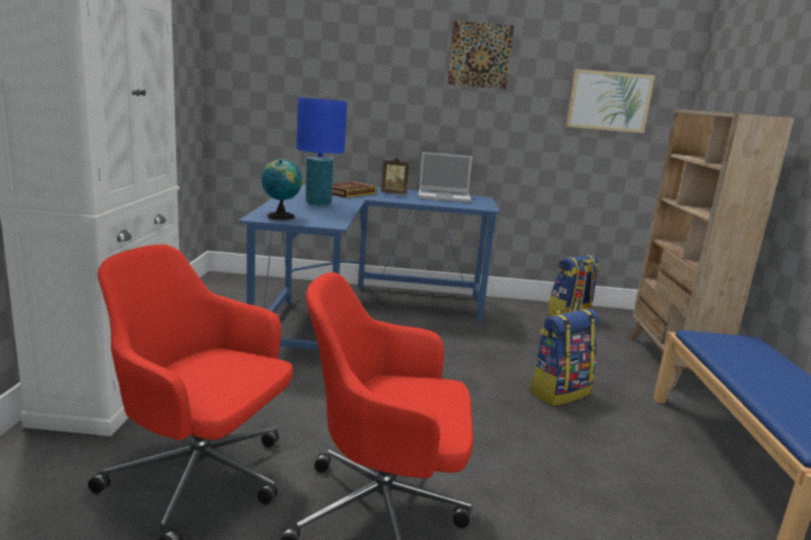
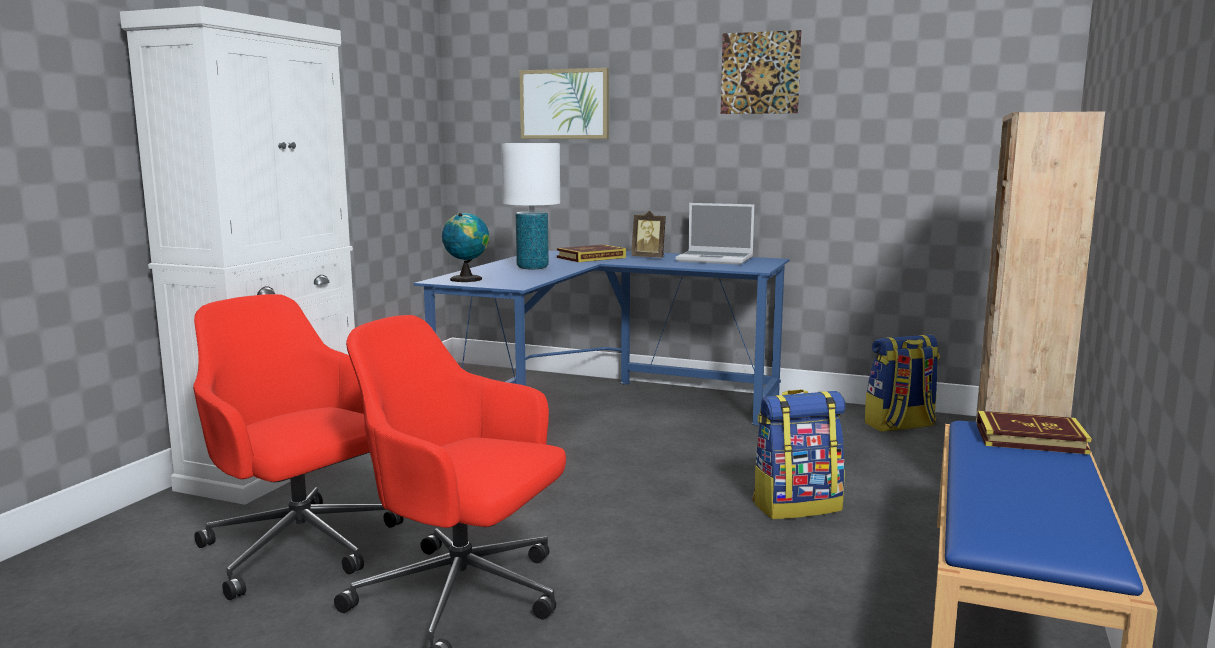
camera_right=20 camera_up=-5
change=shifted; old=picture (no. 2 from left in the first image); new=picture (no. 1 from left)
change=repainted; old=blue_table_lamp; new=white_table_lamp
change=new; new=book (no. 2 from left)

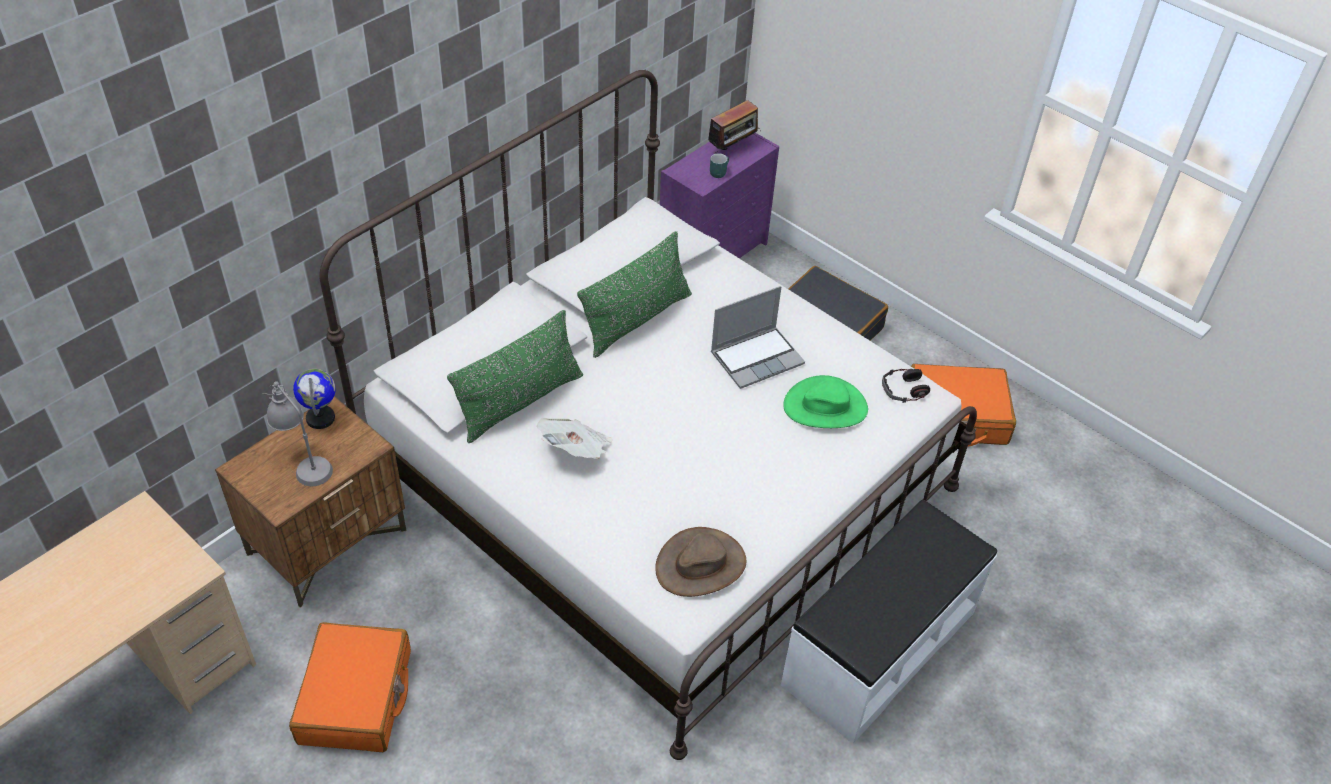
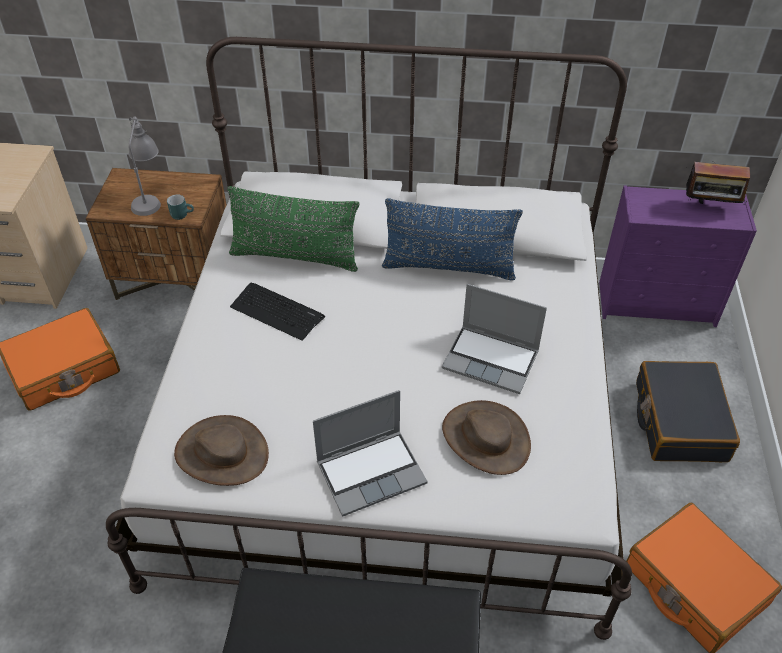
camera_right=55 camera_up=0
change=shifted; old=turquoise_mug
change=repainted; old=green_pillow (no. 2 from left); new=blue_pillow
change=gone; old=globe
change=gone; old=headphones
change=repainted; old=green_hat; new=brown_hat (no. 2 from left)
change=swapped; old=newspaper; new=keyboard
change=new; new=laptop (no. 1 from left)

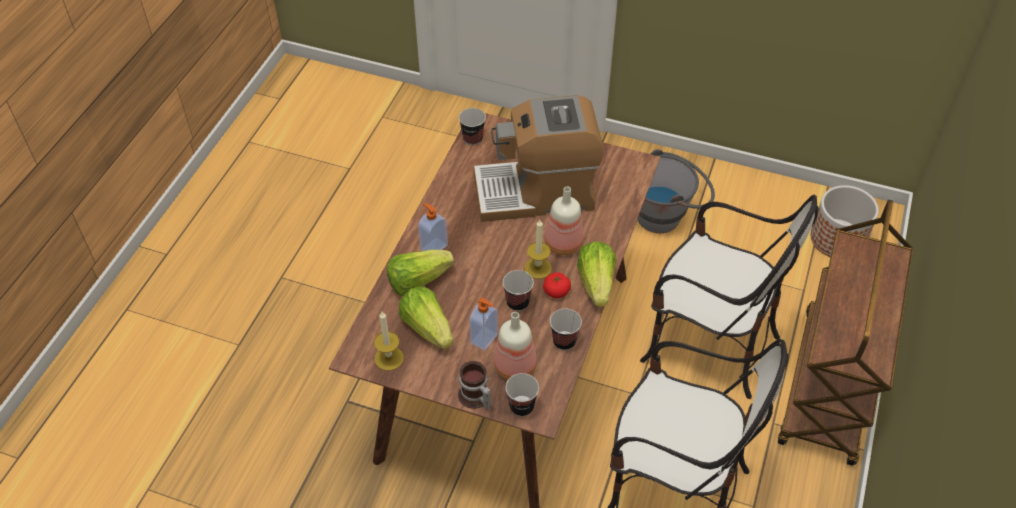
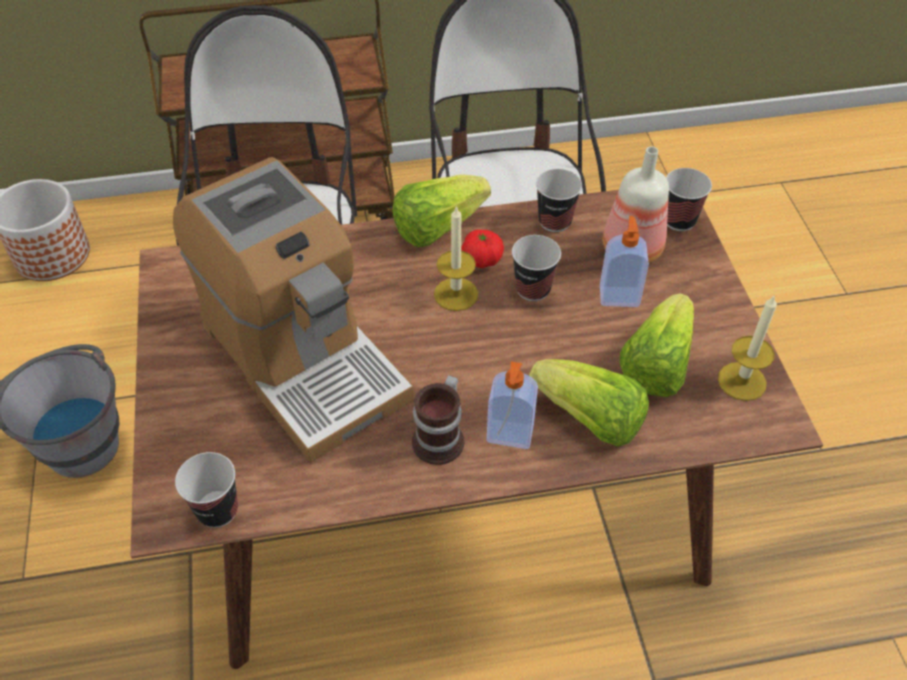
camera_right=-120 camera_up=0
change=gone; old=bottle (no. 2 from left)
change=shifted; old=mug

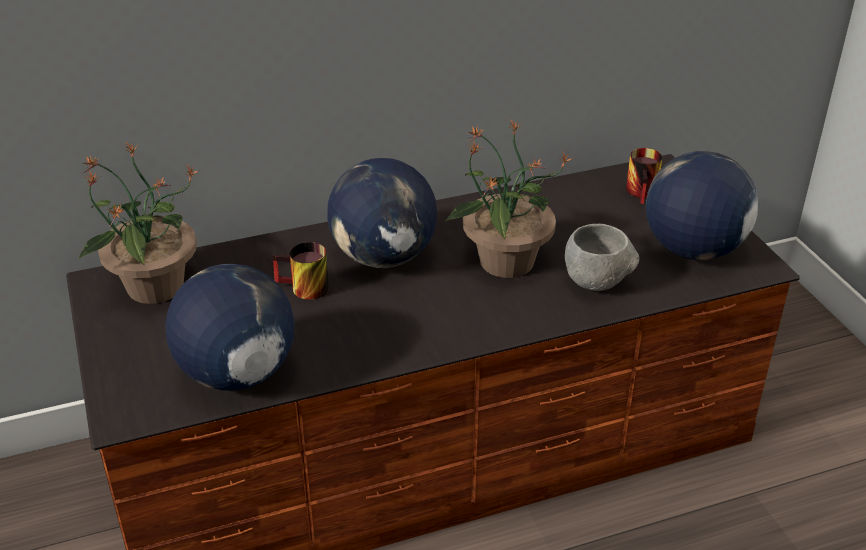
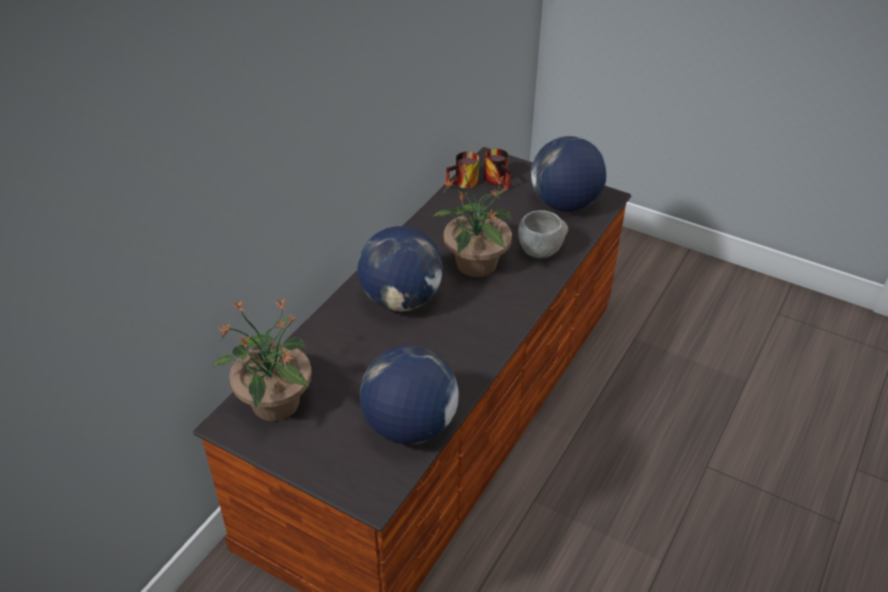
camera_right=-40 camera_up=5
change=shifted; old=mug (no. 1 from left)

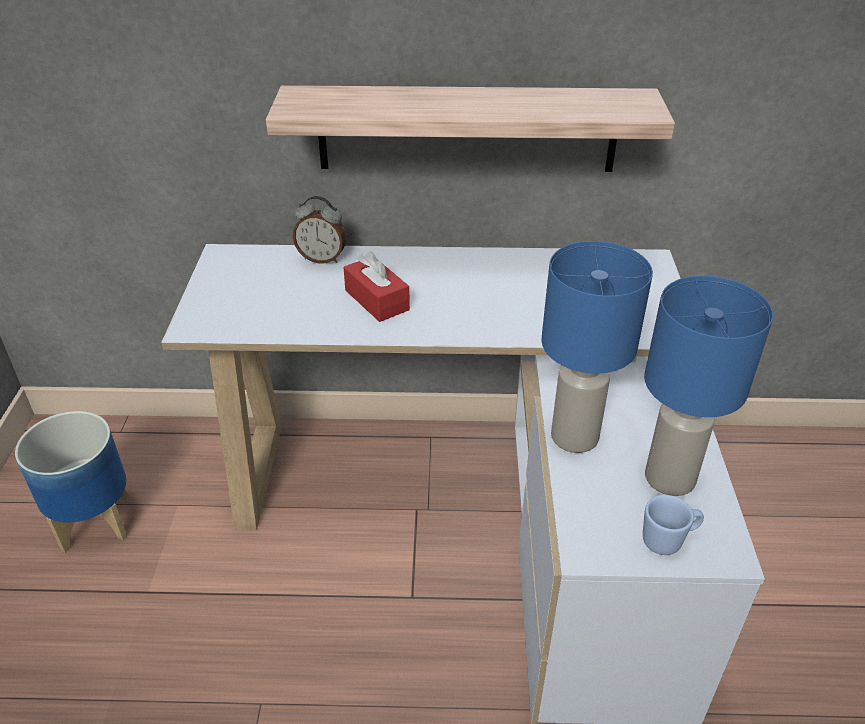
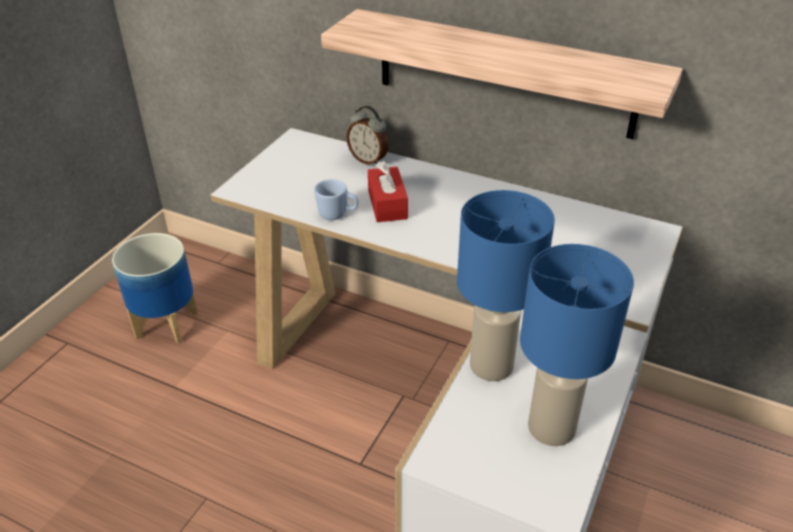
camera_right=25 camera_up=0
change=shifted; old=blue_mug

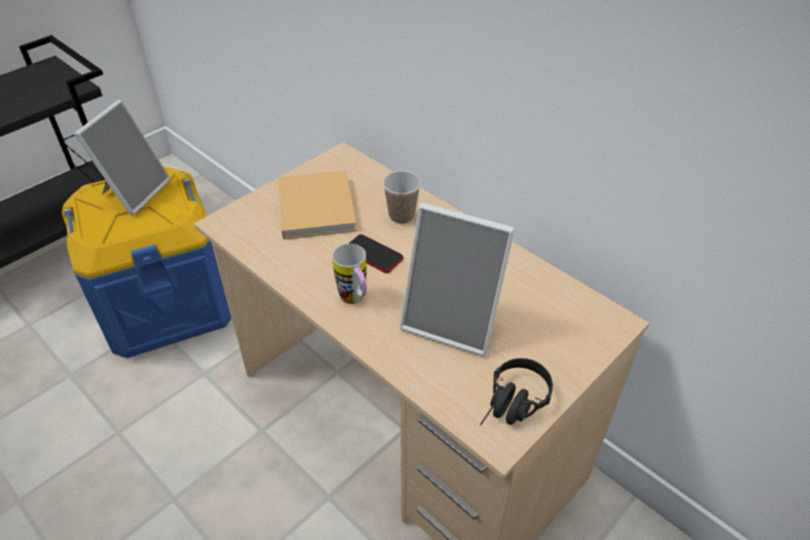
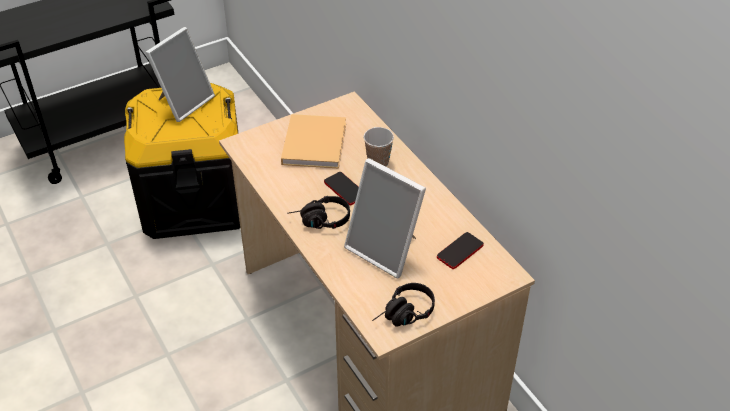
camera_right=15 camera_up=0
change=repainted; old=blue_storage_box; new=black_storage_box
change=swapped; old=mug; new=black_headphones (no. 1 from left)
change=new; new=phone (no. 2 from left)

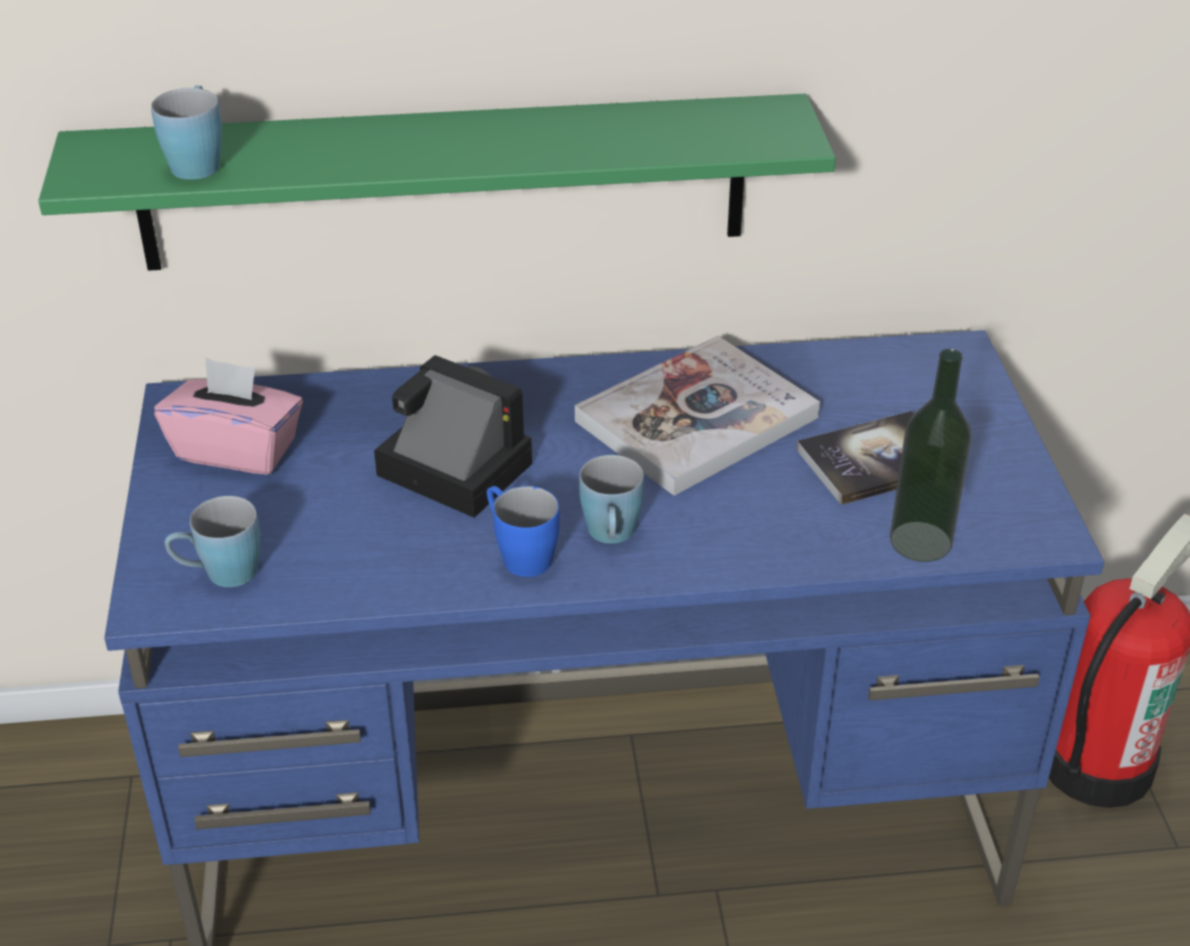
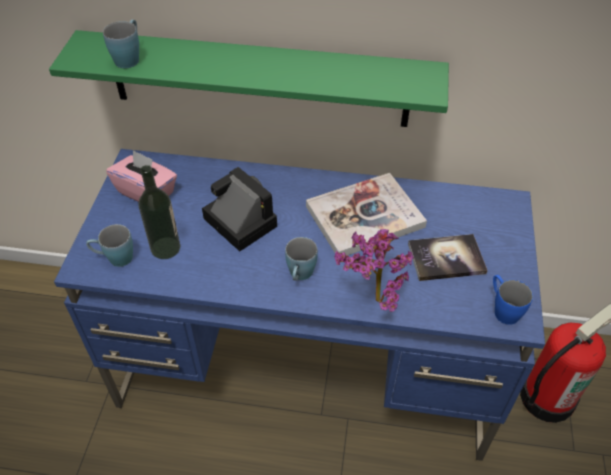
camera_right=15 camera_up=10
change=shifted; old=bottle
change=shifted; old=blue_mug (no. 3 from left in the first image); new=blue_mug (no. 4 from left)
change=new; new=potted_plant

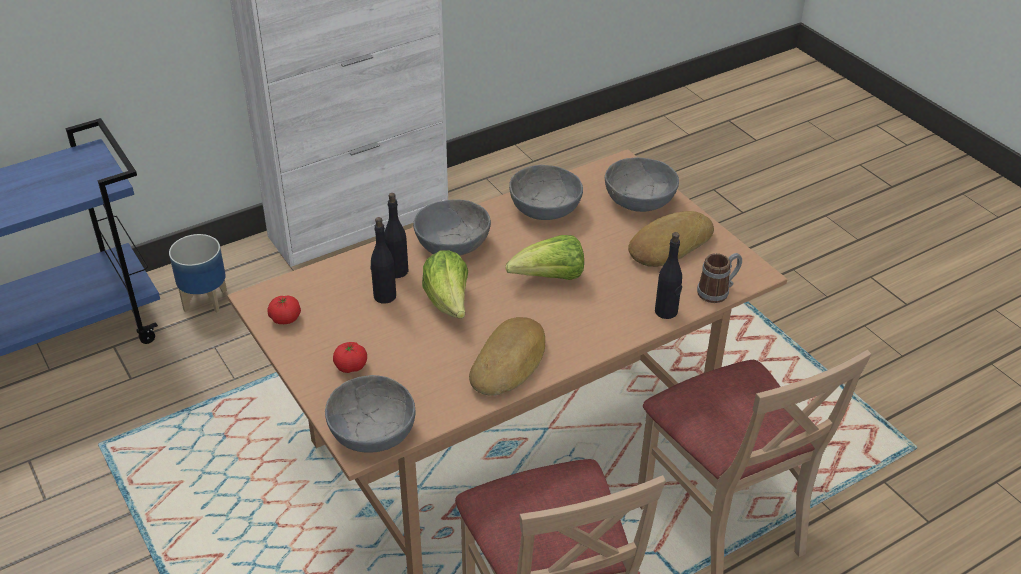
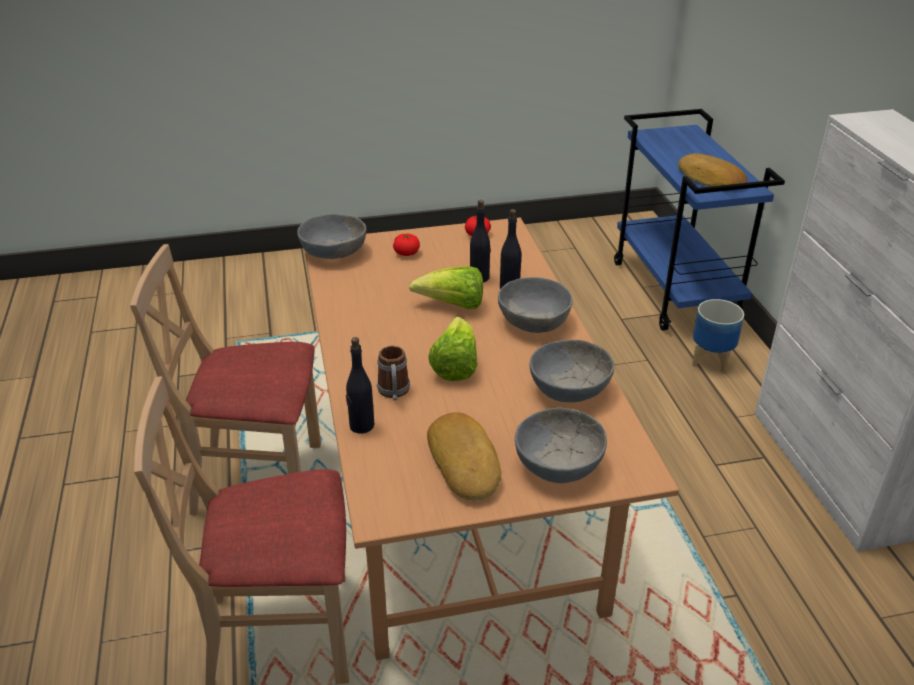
camera_right=110 camera_up=-5
change=shifted; old=mug
change=shifted; old=bread (no. 1 from left in the first image); new=bread (no. 2 from left)

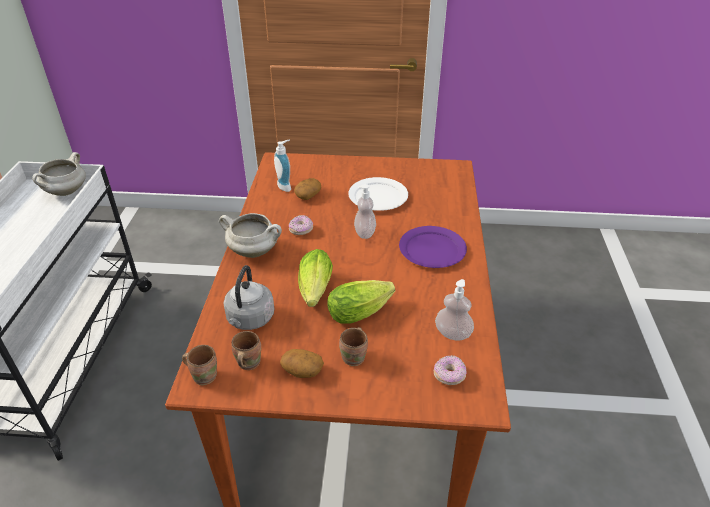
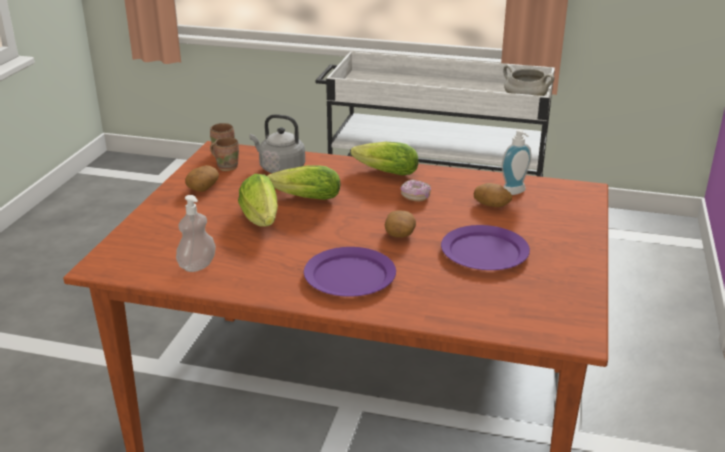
camera_right=100 camera_up=-10
change=repainted; old=white_plate; new=purple_plate (no. 2 from left)
change=swapped; old=soap_dispenser (no. 2 from left); new=potato (no. 2 from left)
change=swapped; old=white_cooking_pot (no. 2 from left); new=lettuce (no. 3 from left)
change=gone; old=brown_mug (no. 3 from left)
change=gone; old=donut (no. 2 from left)

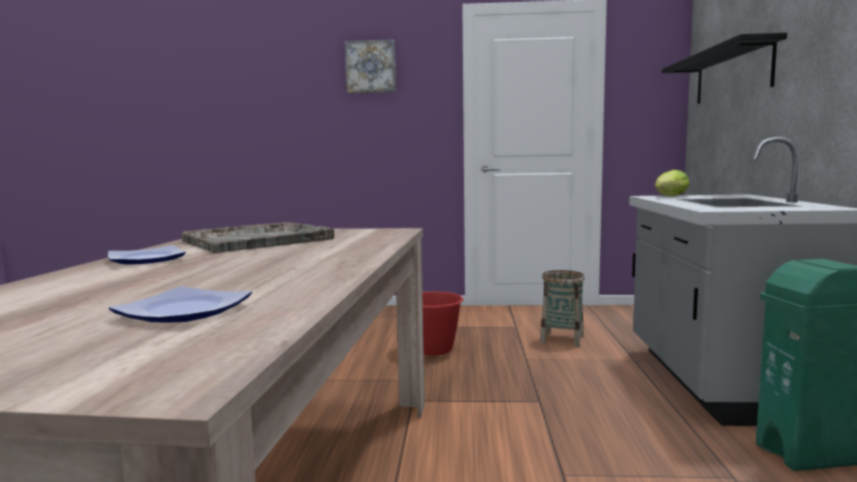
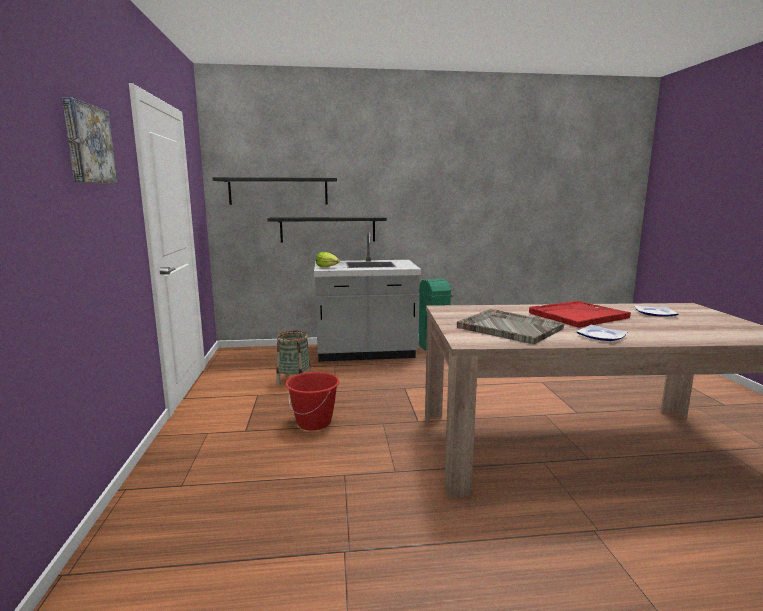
camera_right=-100 camera_up=5
change=new; new=black_shelf (no. 2 from left)
change=new; new=red_tray

